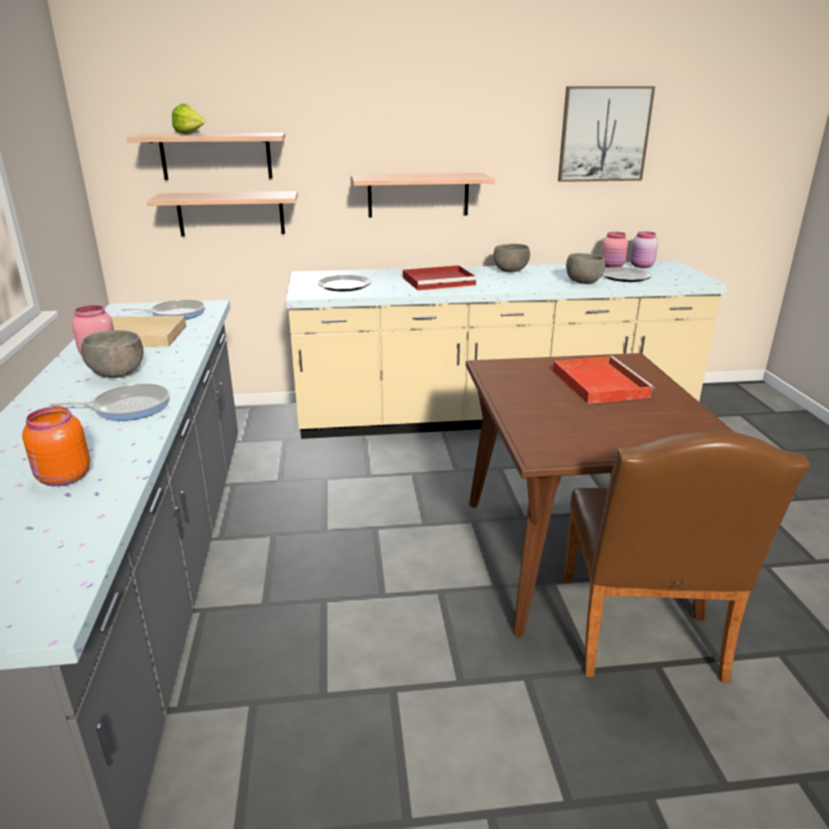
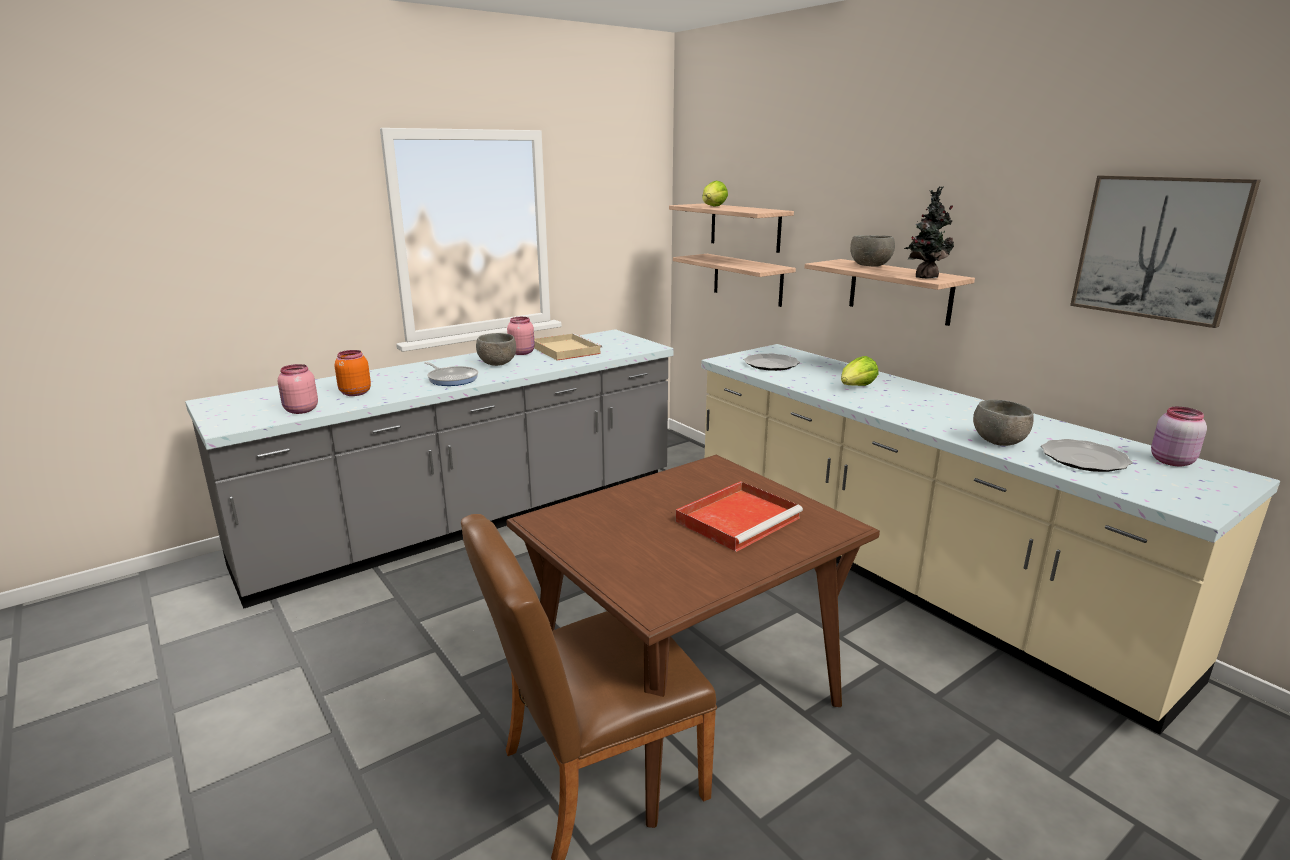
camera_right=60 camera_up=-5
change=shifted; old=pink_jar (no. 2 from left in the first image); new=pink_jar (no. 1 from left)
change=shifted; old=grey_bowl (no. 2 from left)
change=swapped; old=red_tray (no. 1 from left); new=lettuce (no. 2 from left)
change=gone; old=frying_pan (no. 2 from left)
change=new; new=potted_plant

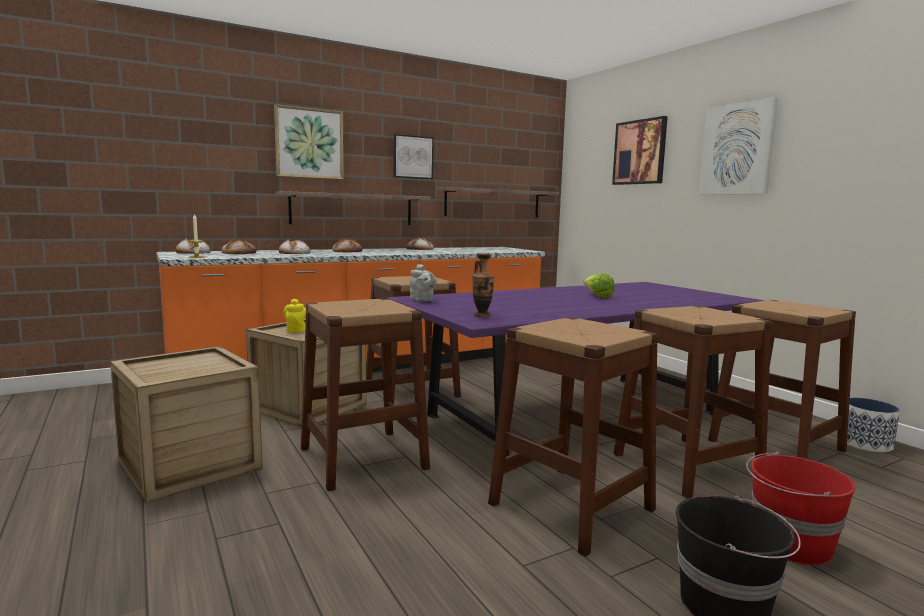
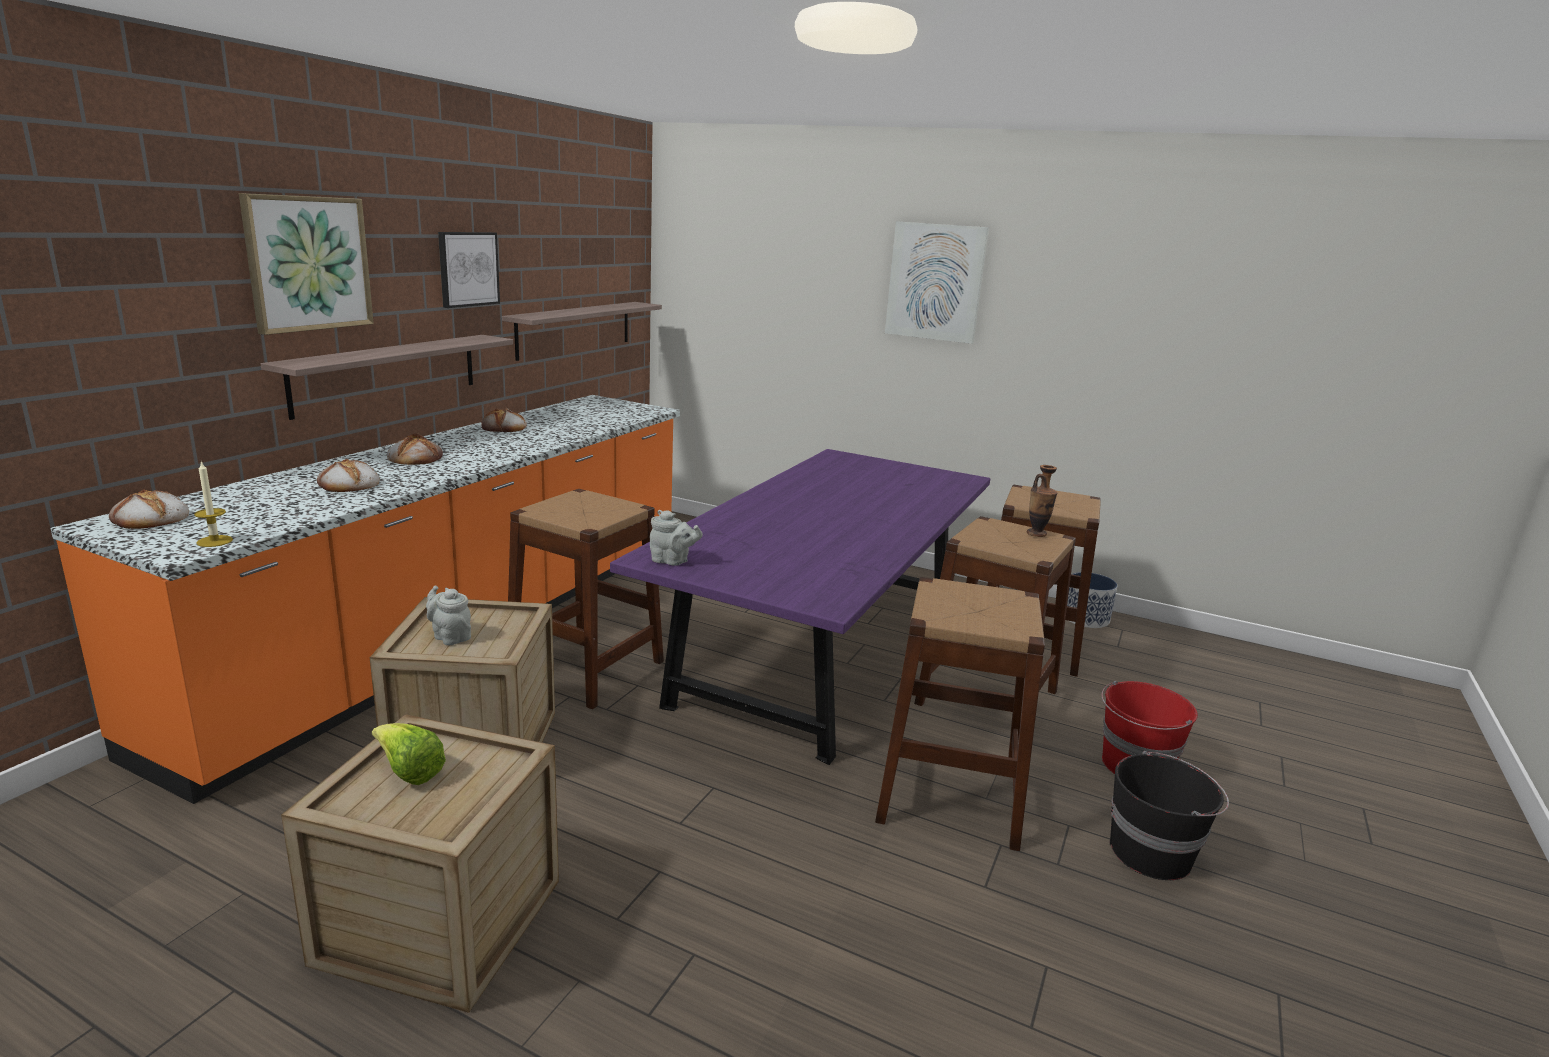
camera_right=-35 camera_up=10
change=gone; old=picture (no. 3 from left)
change=gone; old=bread (no. 2 from left)
change=shifted; old=vase
change=shifted; old=lettuce
change=repainted; old=yellow_teapot; new=grey_teapot (no. 1 from left)
change=gone; old=brown_stool (no. 1 from left)

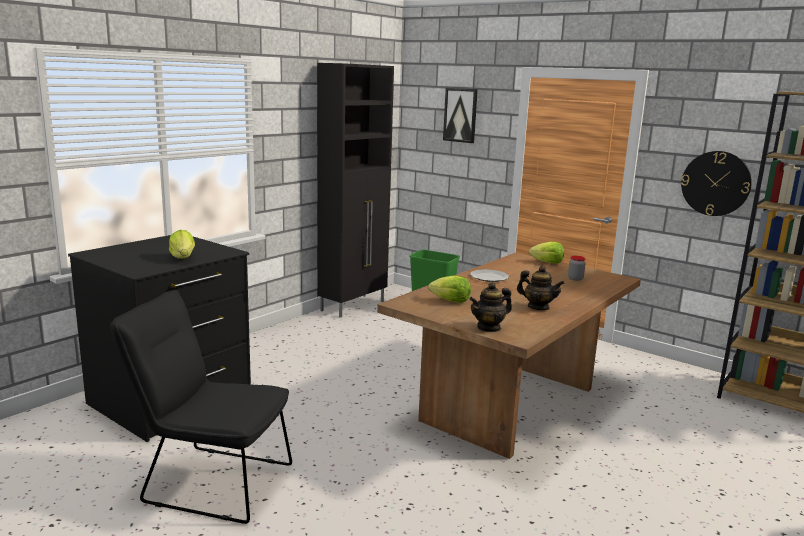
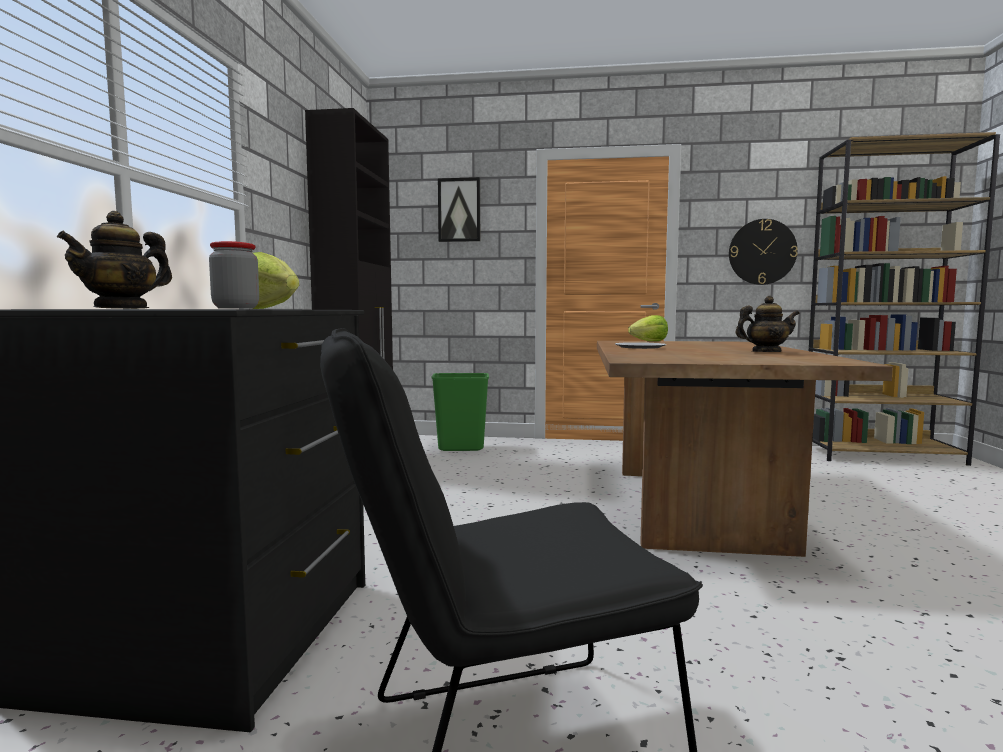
camera_right=-30 camera_up=-10
change=shifted; old=jar
change=gone; old=lettuce (no. 2 from left)
change=shifted; old=teapot (no. 1 from left)

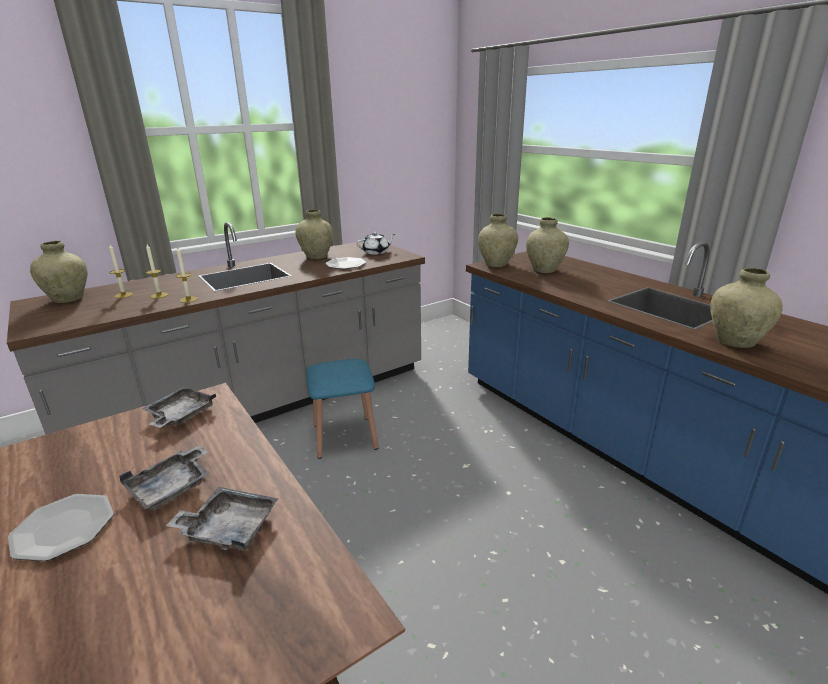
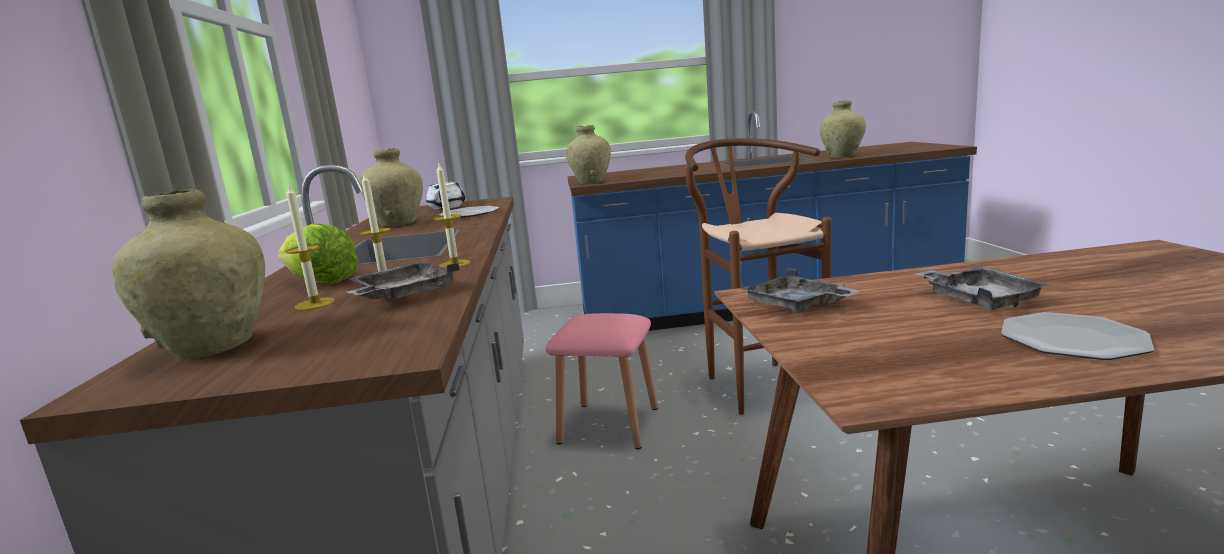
camera_right=-60 camera_up=-10
change=gone; old=beige_vase (no. 4 from left)
change=repainted; old=blue_stool; new=pink_stool
change=shifted; old=grey_tray (no. 3 from left in the first image); new=grey_tray (no. 1 from left)
change=new; new=brown_stool
change=new; new=lettuce

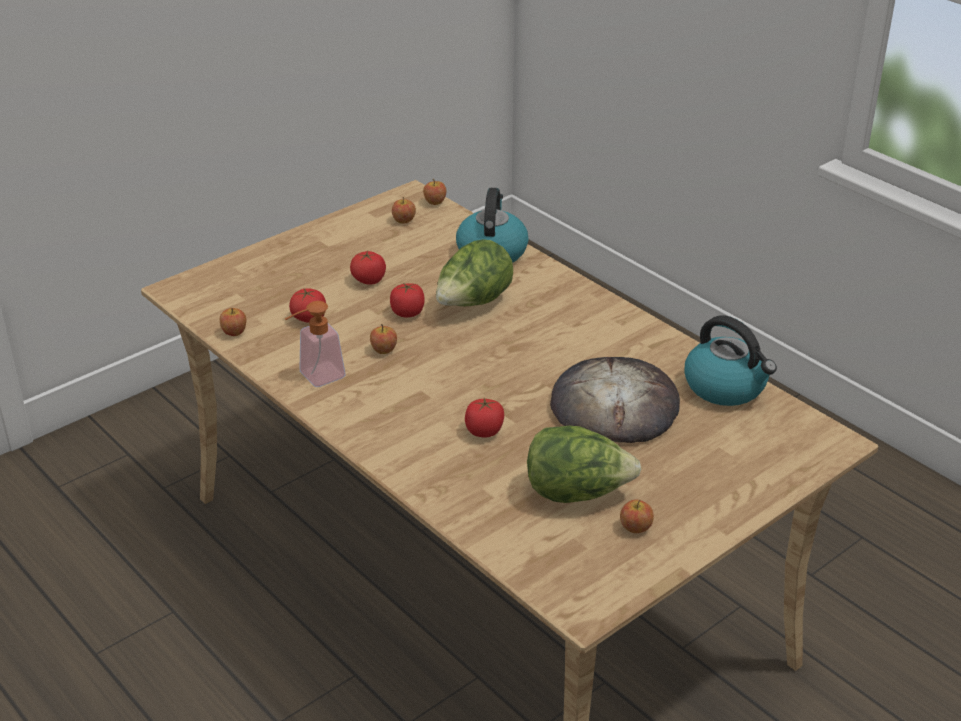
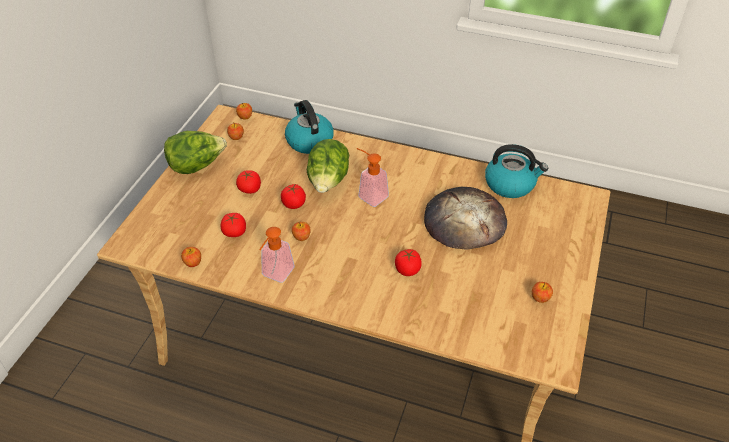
camera_right=-30 camera_up=10
change=shifted; old=lettuce (no. 2 from left in the first image); new=lettuce (no. 1 from left)
change=new; new=soap_dispenser (no. 2 from left)

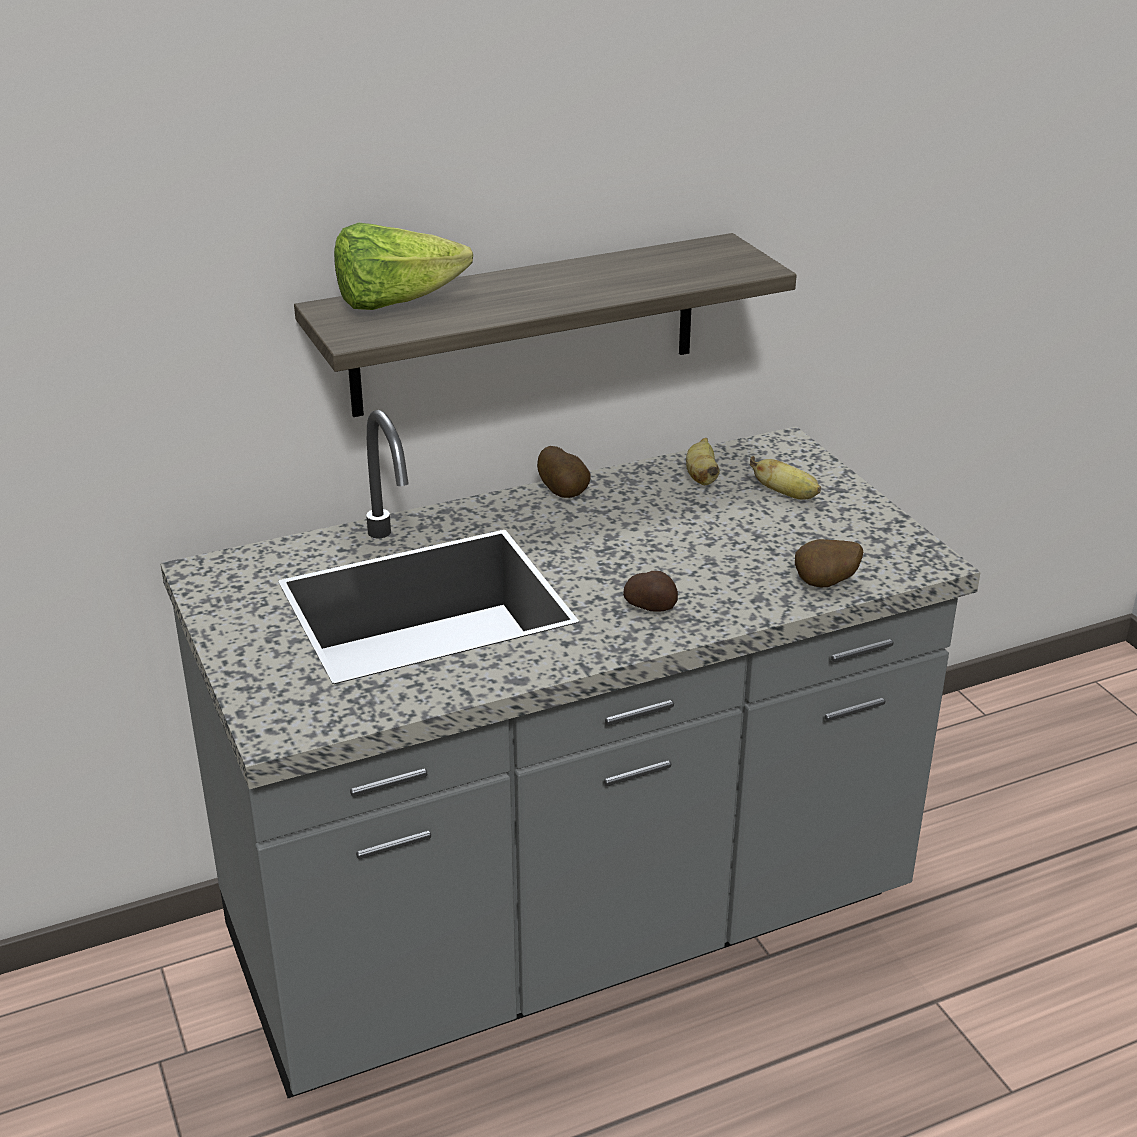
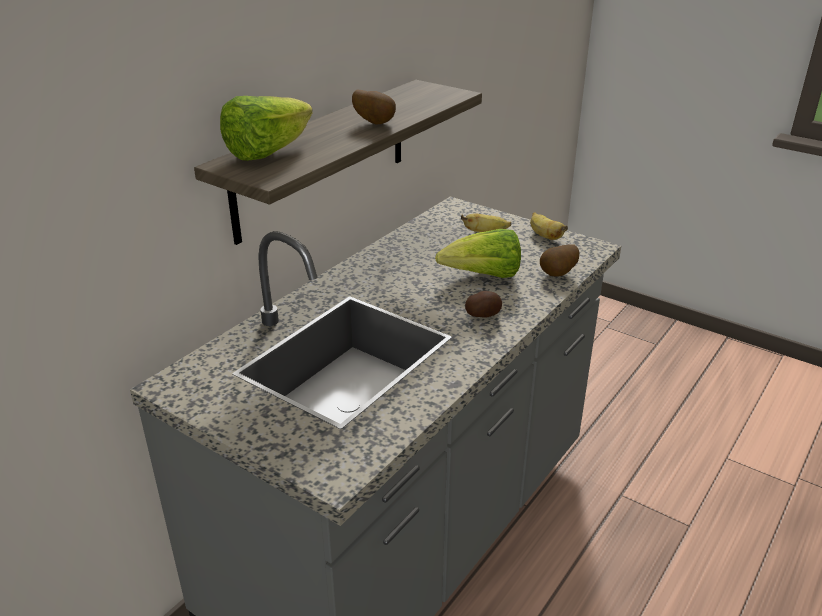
camera_right=-30 camera_up=0
change=shifted; old=banana (no. 1 from left in the first image); new=banana (no. 2 from left)
change=shifted; old=potato (no. 1 from left)
change=new; new=lettuce (no. 2 from left)

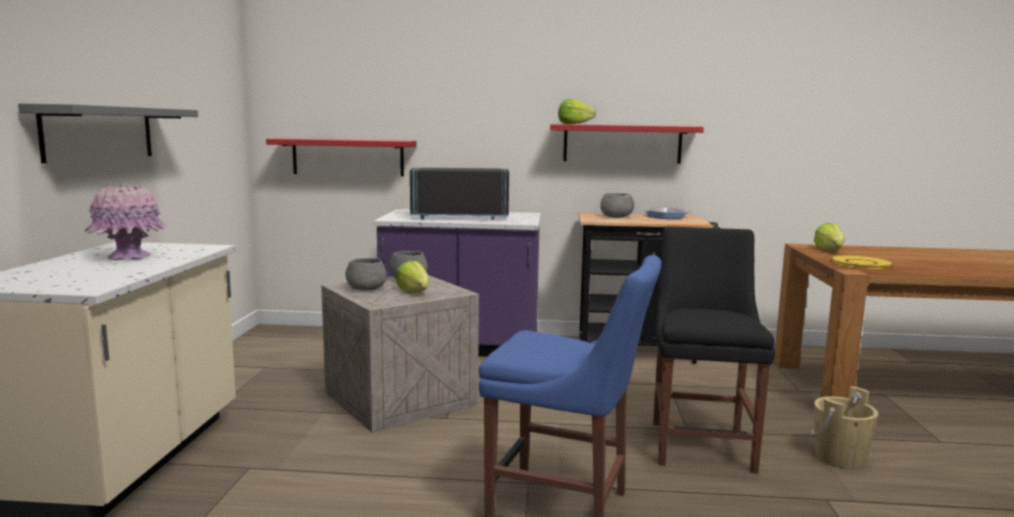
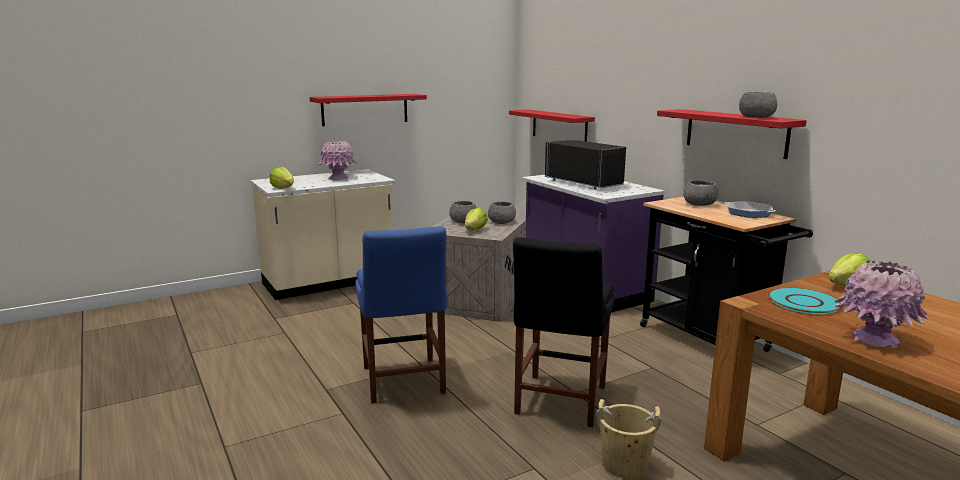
camera_right=55 camera_up=5
change=shifted; old=lettuce (no. 2 from left in the first image); new=lettuce (no. 1 from left)
change=repainted; old=grey_shelf; new=red_shelf (no. 1 from left)
change=rotated; old=black_chair; degrees=135
change=repainted; old=yellow_plate; new=turquoise_plate
change=new; new=grey_bowl (no. 4 from left)
change=new; new=pink_vase (no. 2 from left)

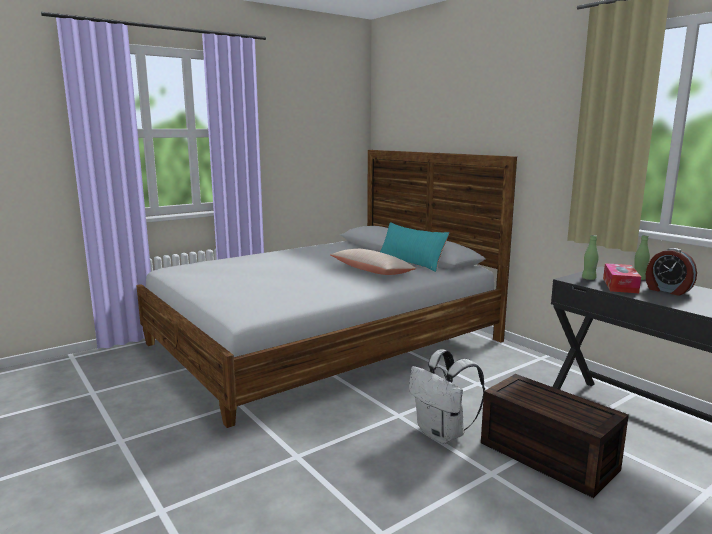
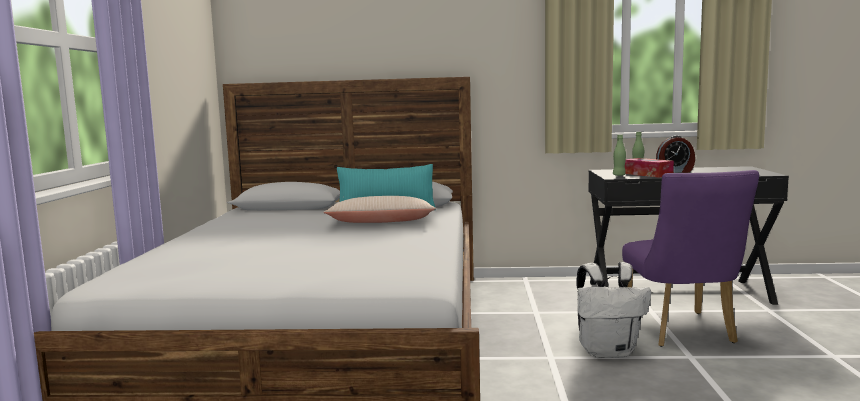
camera_right=-50 camera_up=-5
change=swapped; old=brown_storage_box; new=purple_chair

